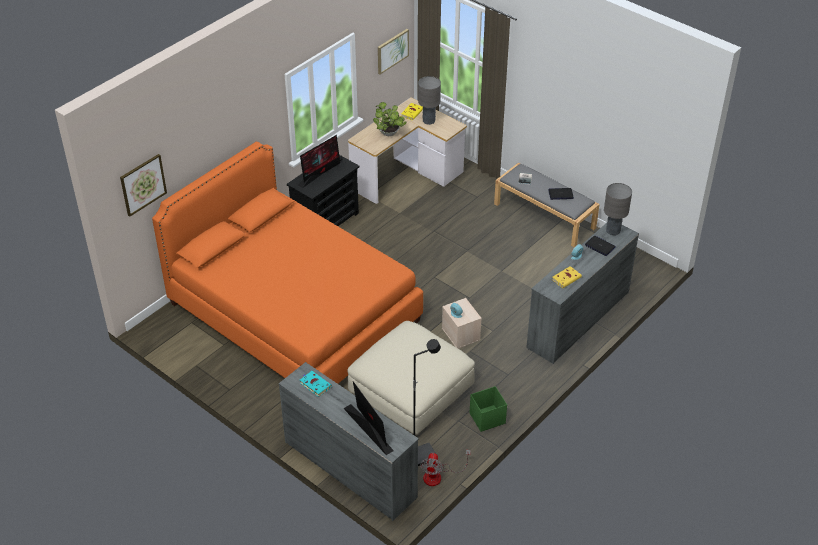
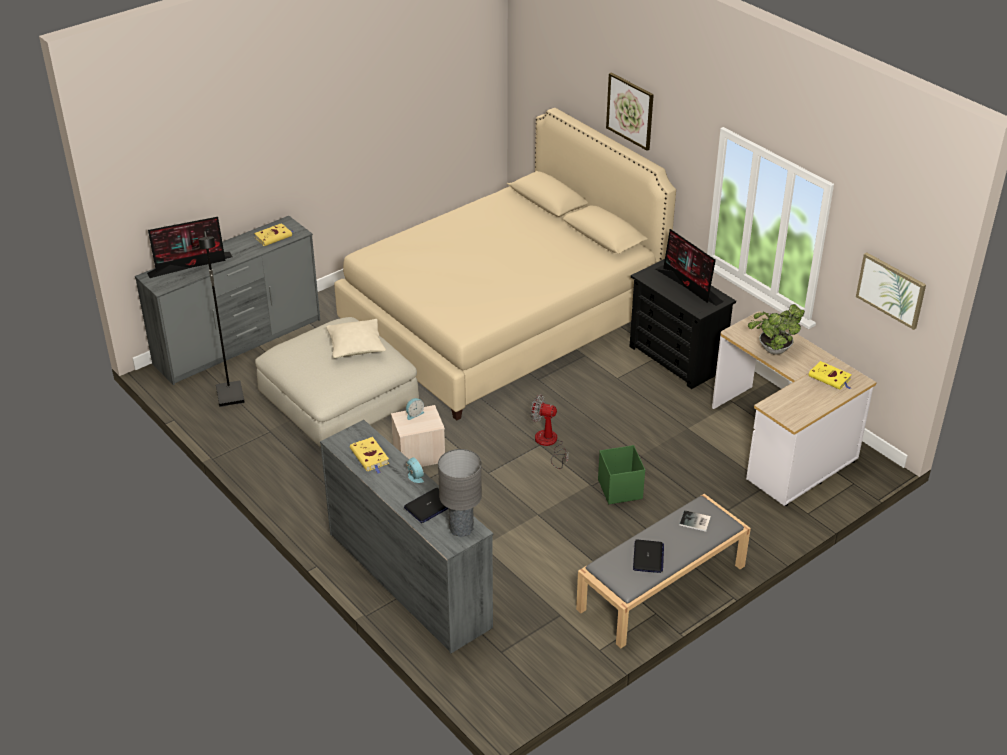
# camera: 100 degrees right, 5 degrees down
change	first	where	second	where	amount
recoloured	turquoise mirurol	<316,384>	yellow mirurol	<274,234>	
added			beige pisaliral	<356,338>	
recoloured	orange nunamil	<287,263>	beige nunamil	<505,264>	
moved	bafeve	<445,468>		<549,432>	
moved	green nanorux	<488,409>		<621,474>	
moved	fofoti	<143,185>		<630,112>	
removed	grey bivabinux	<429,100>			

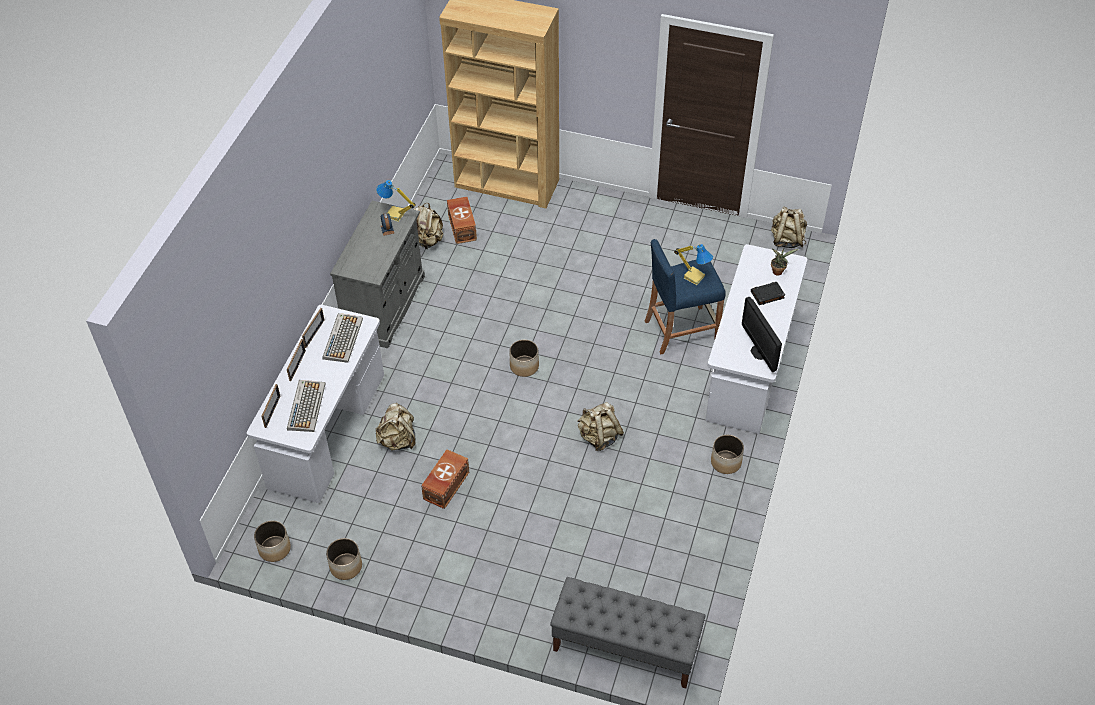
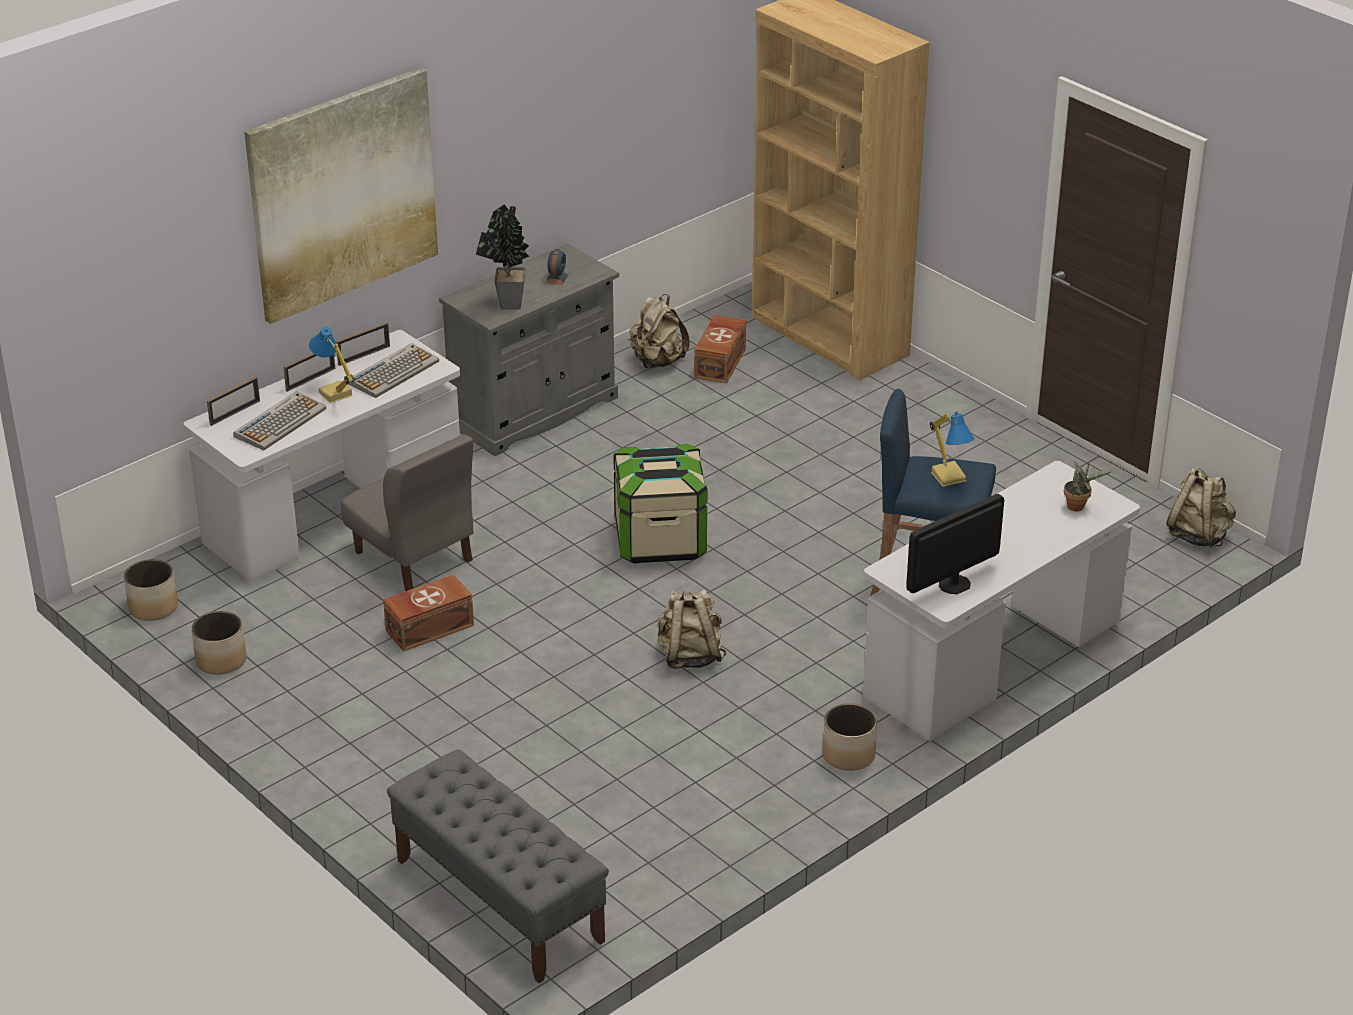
# camera: 30 degrees right, 15 degrees down
change	first	where	second	where	amount
added			fofoti	<341,196>	
moved	bivabinux	<396,201>		<332,365>	
replaced	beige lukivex	<395,427>	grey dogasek	<407,512>	
added			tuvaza	<502,257>	
replaced	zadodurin	<524,358>	nanorux	<660,504>	
turned	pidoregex	<762,334>		<955,544>	45 degrees clockwise
removed	black mirurol	<768,293>			

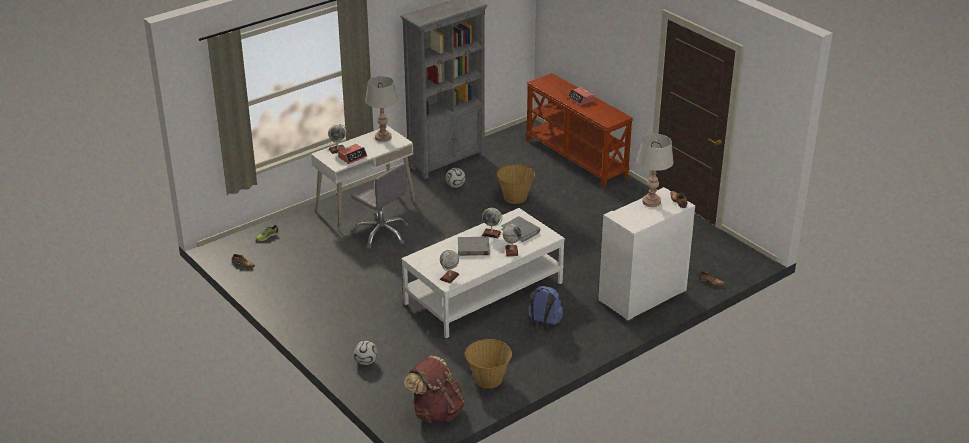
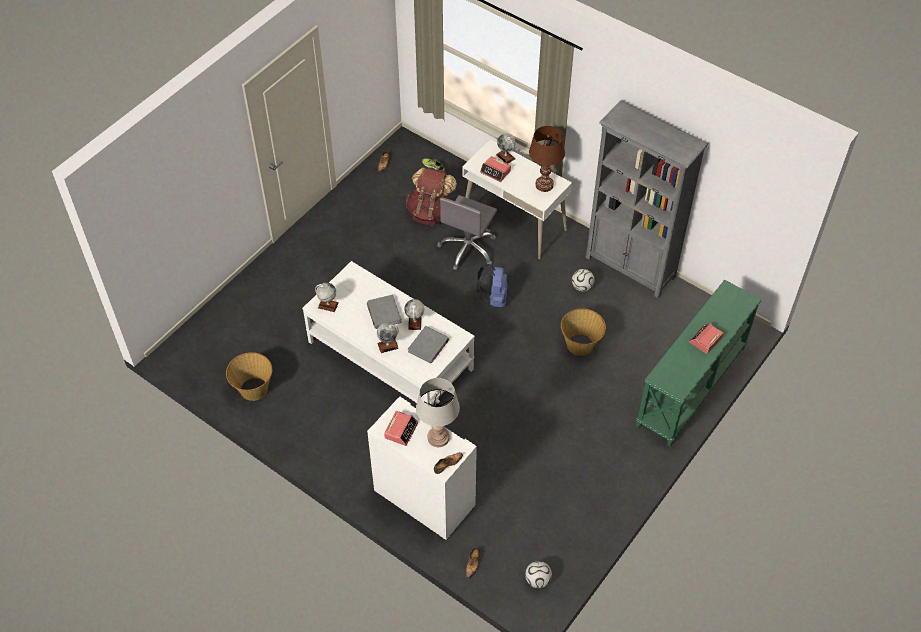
# camera: 75 degrees right, 20 degrees up
change	first	where	second	where	amount
added			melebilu	<401,428>	
moved	brown lukivex	<434,389>		<431,196>	
moved	blue lukivex	<546,308>		<491,285>	
moved	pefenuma	<366,353>		<538,574>	
recoloured	grey bivabinux	<381,109>	brown bivabinux	<547,159>	
recoloured	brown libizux	<579,130>	green libizux	<699,363>	

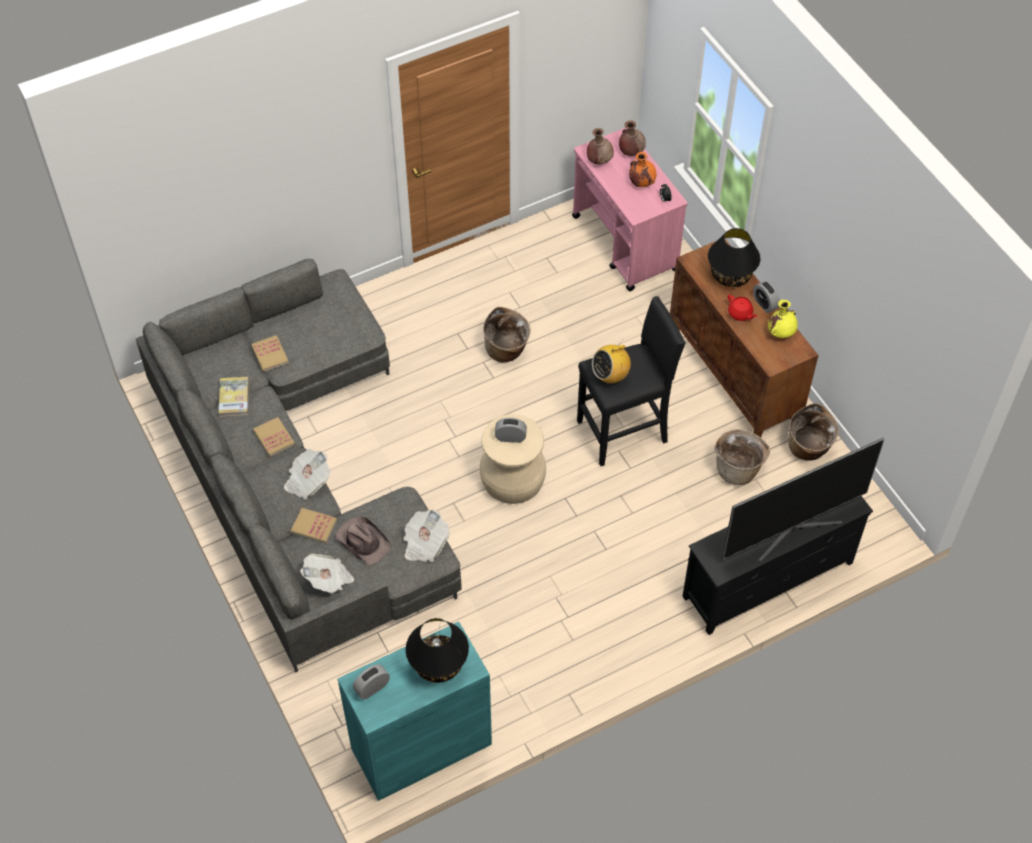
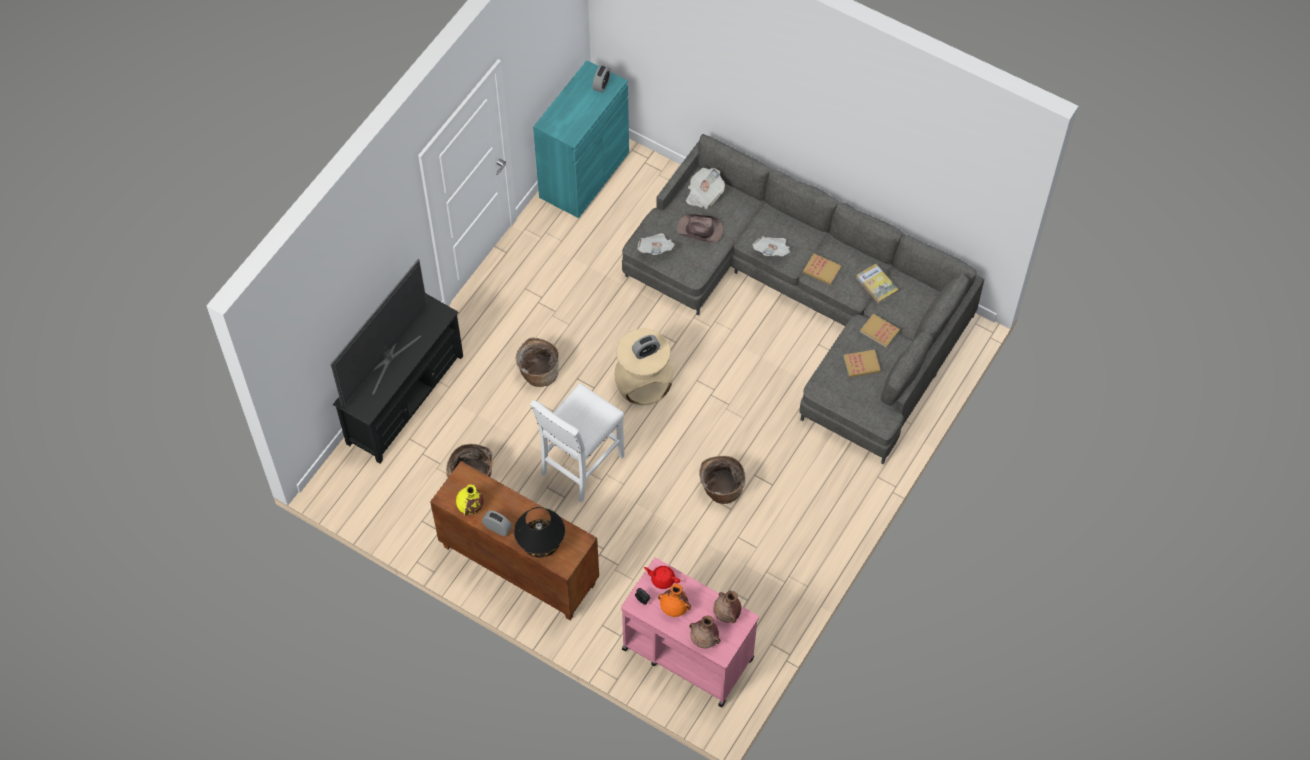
# camera: 150 degrees right, 5 degrees up
change	first	where	second	where	amount
moved	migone	<813,432>		<537,362>	
recoloured	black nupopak	<631,381>	white nupopak	<577,443>	
moved	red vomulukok	<742,307>		<662,577>	
moved	mirurol	<314,526>		<862,363>	
removed	black bivabinux	<437,650>			
removed	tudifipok	<611,361>			

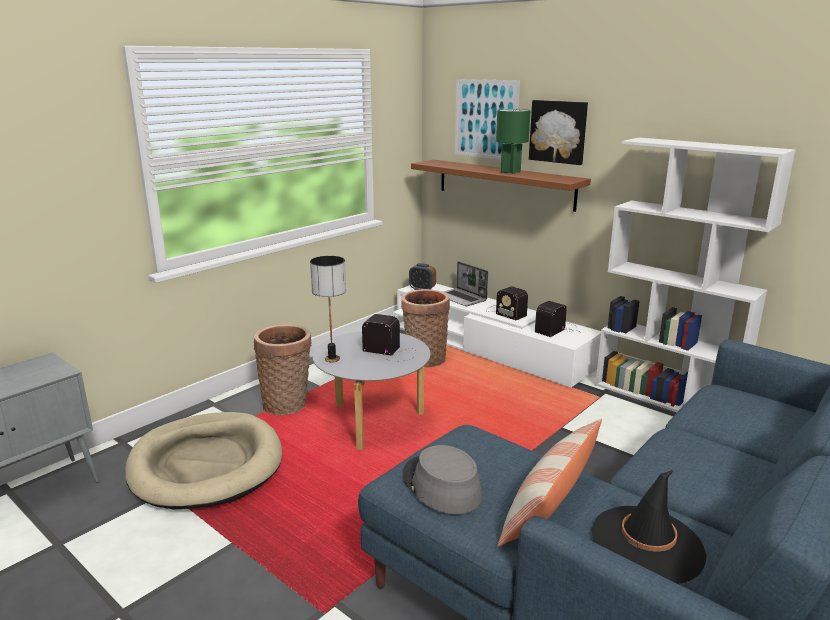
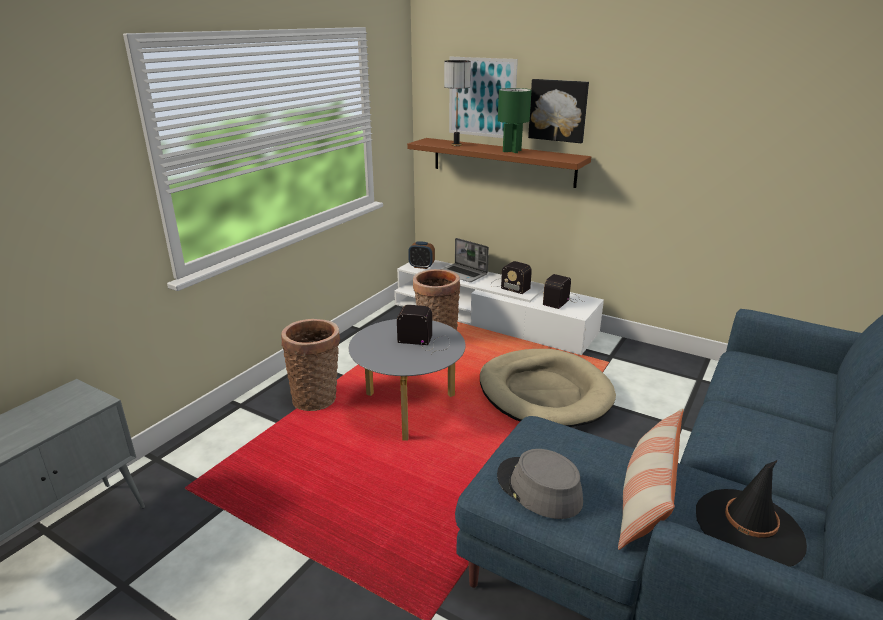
# camera: 10 degrees left, 5 degrees up
change	first	where	second	where	amount
moved	bivabinux	<328,309>		<457,103>	
moved	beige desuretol	<203,461>		<548,388>	
removed	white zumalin	<695,275>			

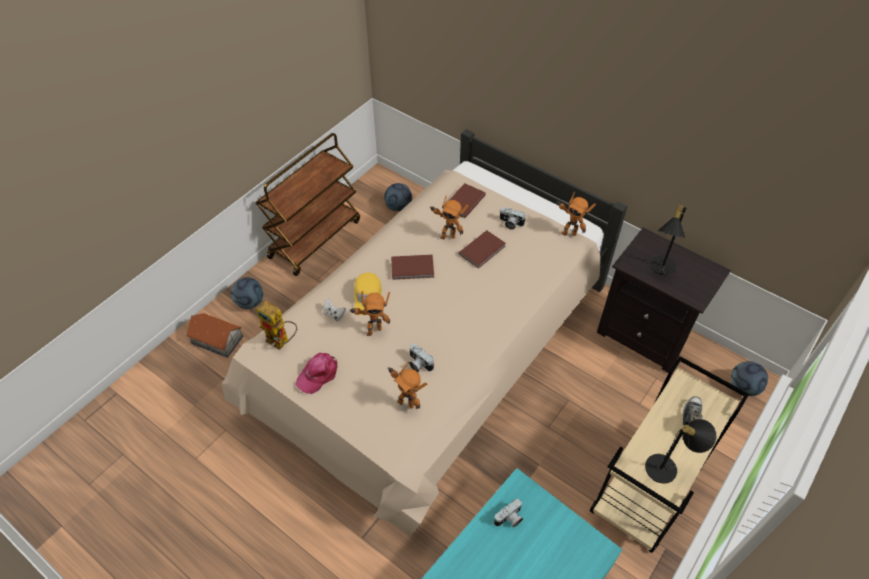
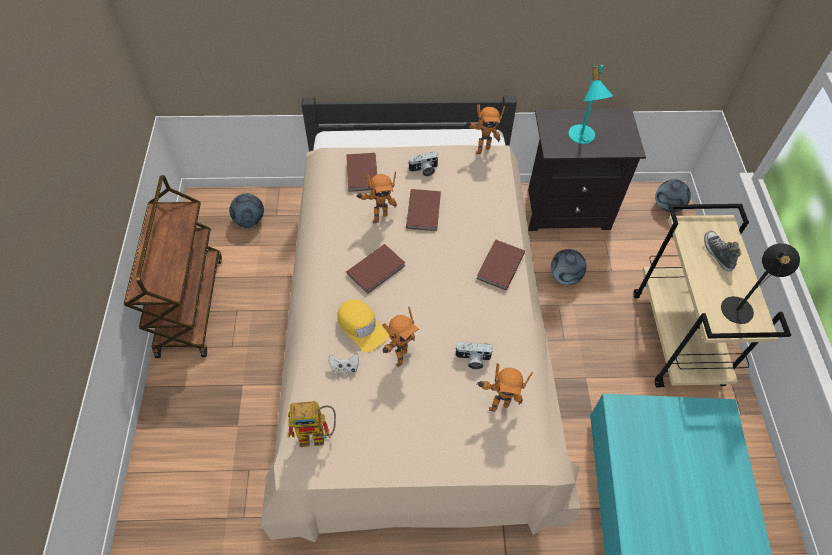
# camera: 40 degrees left, 5 degrees up
change	first	where	second	where	amount
added			brown mirurol	<500,264>	
moved	pefenuma	<247,293>		<568,267>	
recoloured	black bivabinux	<668,239>	turquoise bivabinux	<590,103>	
removed	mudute	<214,335>			
removed	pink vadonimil	<316,373>			
removed	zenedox	<508,513>			

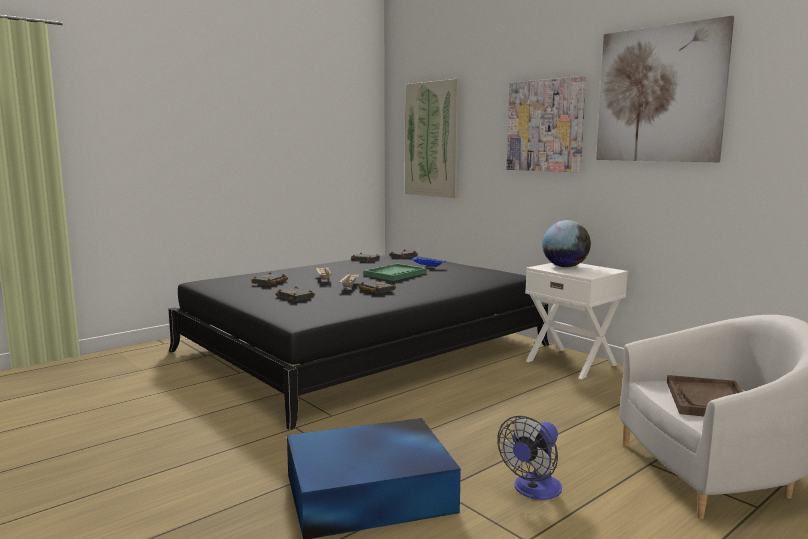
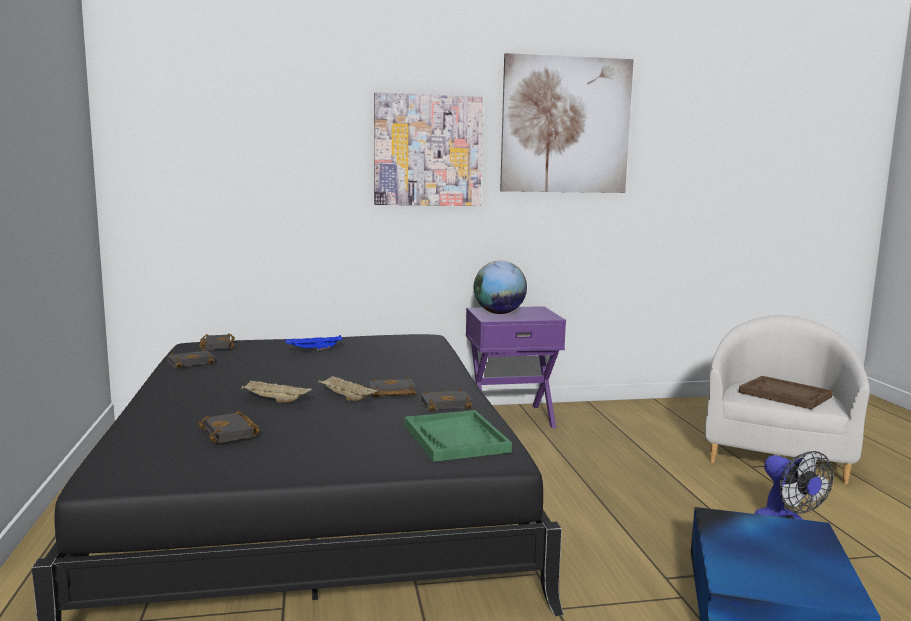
# camera: 60 degrees left, 0 degrees up
change	first	where	second	where	amount
moved	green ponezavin	<395,272>		<458,436>	
moved	black mirurol	<295,294>		<446,400>	
recoloured	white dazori	<576,321>	purple dazori	<516,367>	
removed	fofoti	<433,138>			

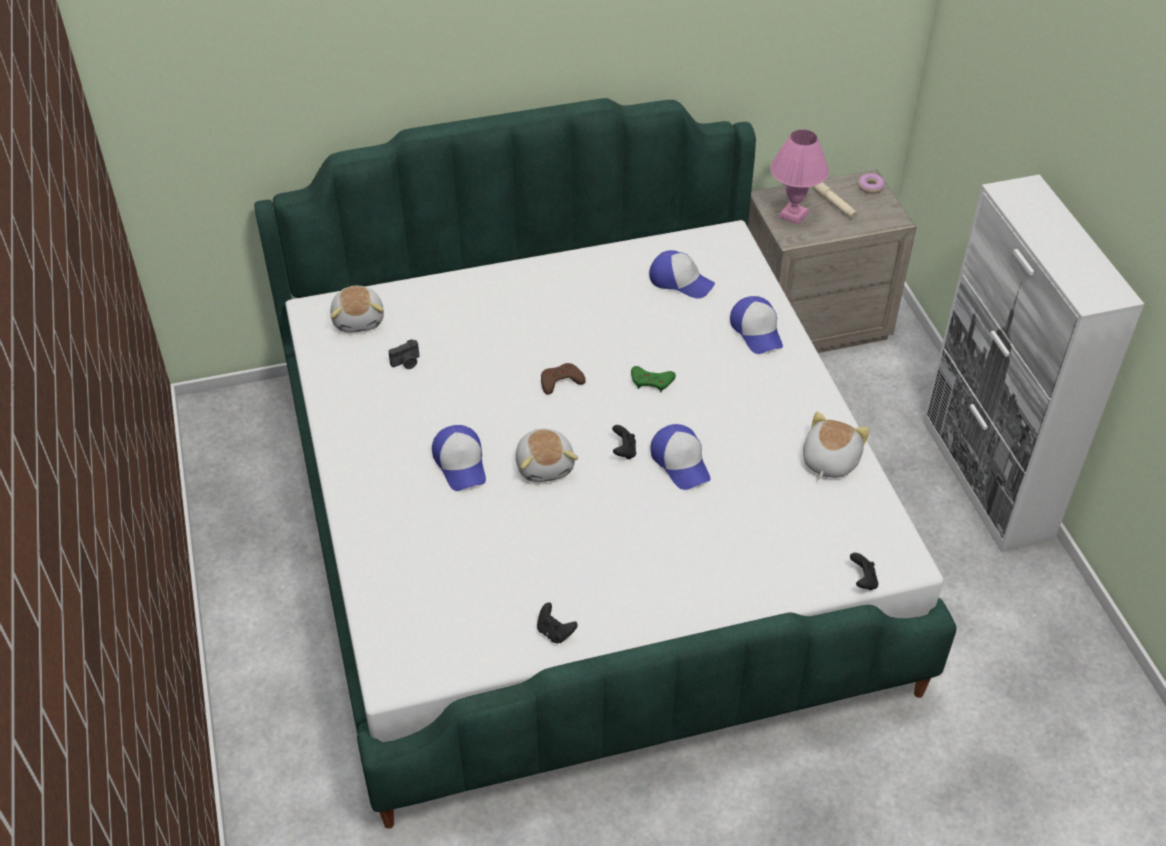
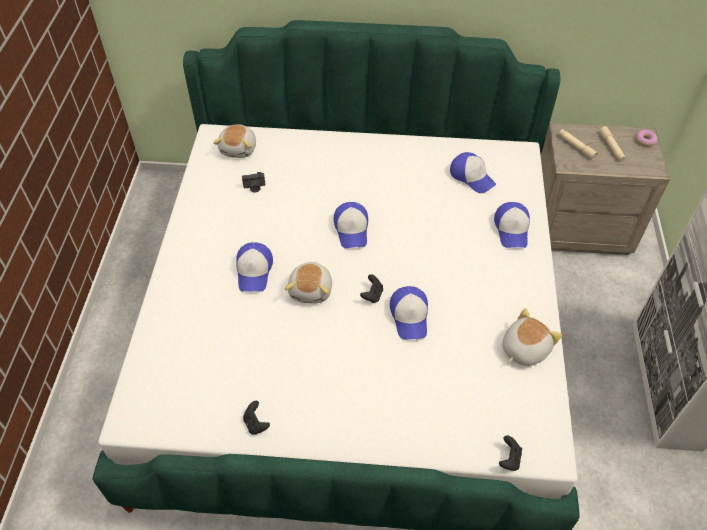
# camera: 20 degrees right, 5 degrees up
change	first	where	second	where	amount
replaced	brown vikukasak	<563,379>	vadonimil	<351,225>	
replaced	pink bivabinux	<799,177>	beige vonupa	<578,144>	
removed	green vikukasak	<653,379>			

